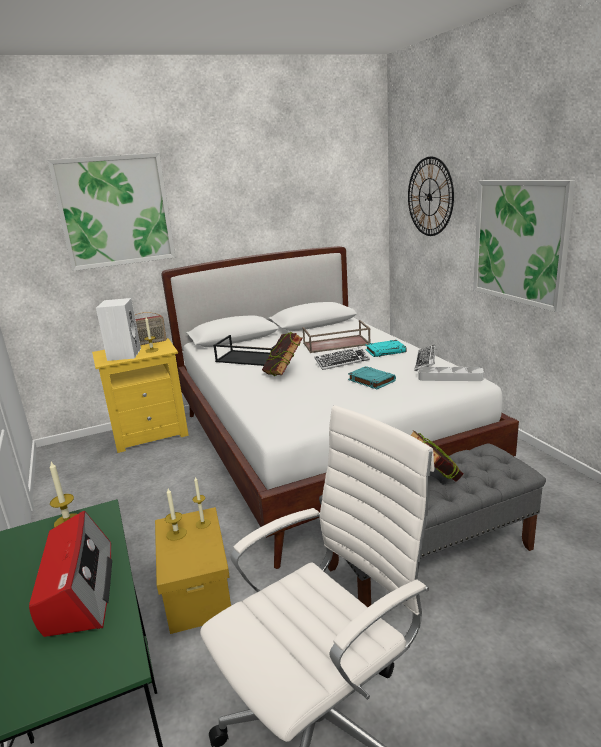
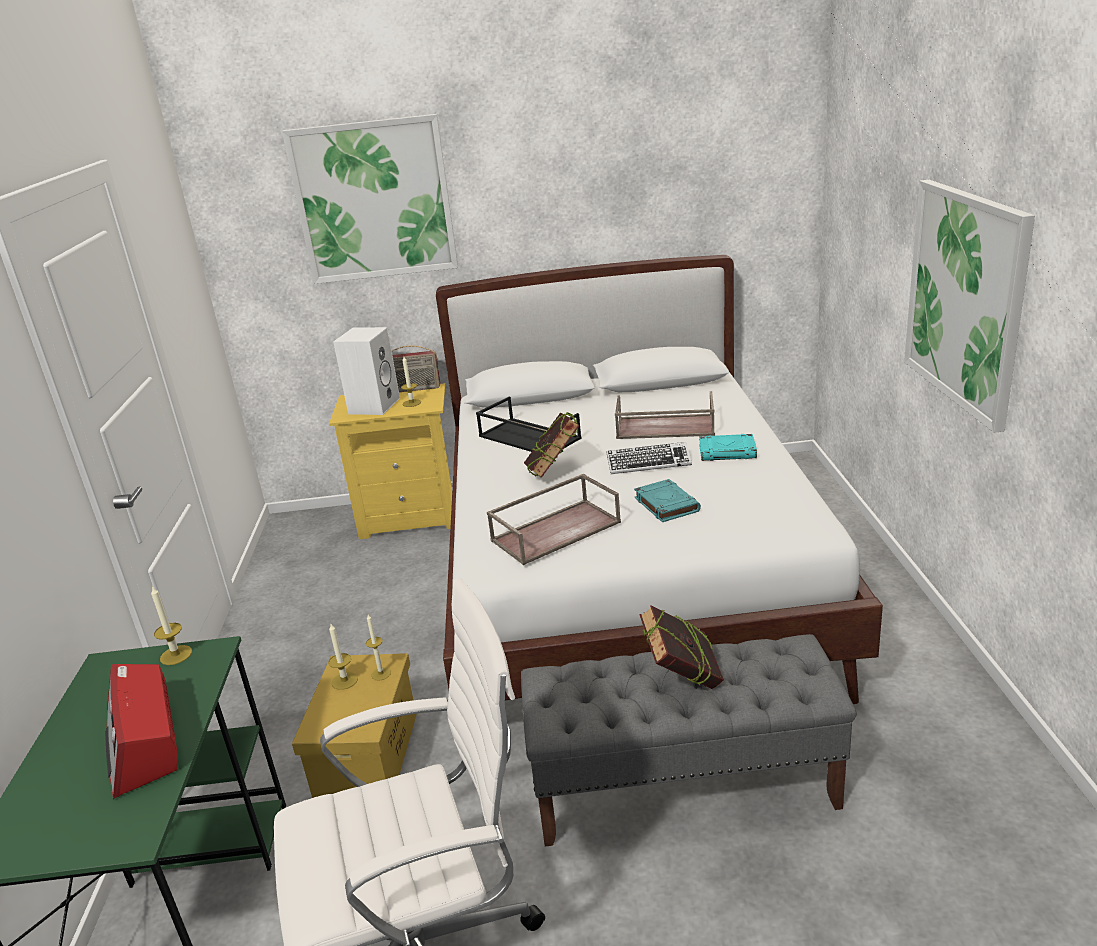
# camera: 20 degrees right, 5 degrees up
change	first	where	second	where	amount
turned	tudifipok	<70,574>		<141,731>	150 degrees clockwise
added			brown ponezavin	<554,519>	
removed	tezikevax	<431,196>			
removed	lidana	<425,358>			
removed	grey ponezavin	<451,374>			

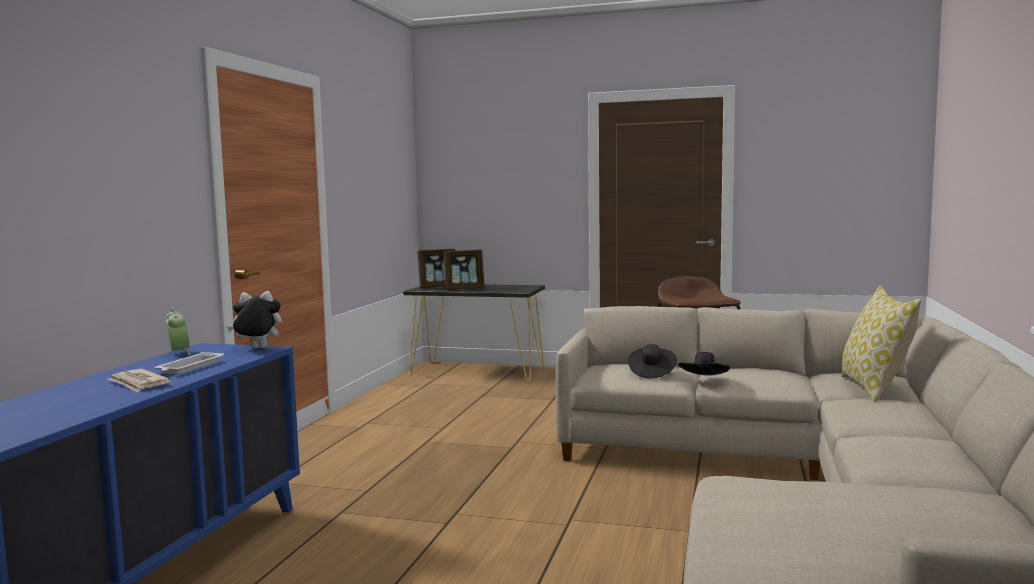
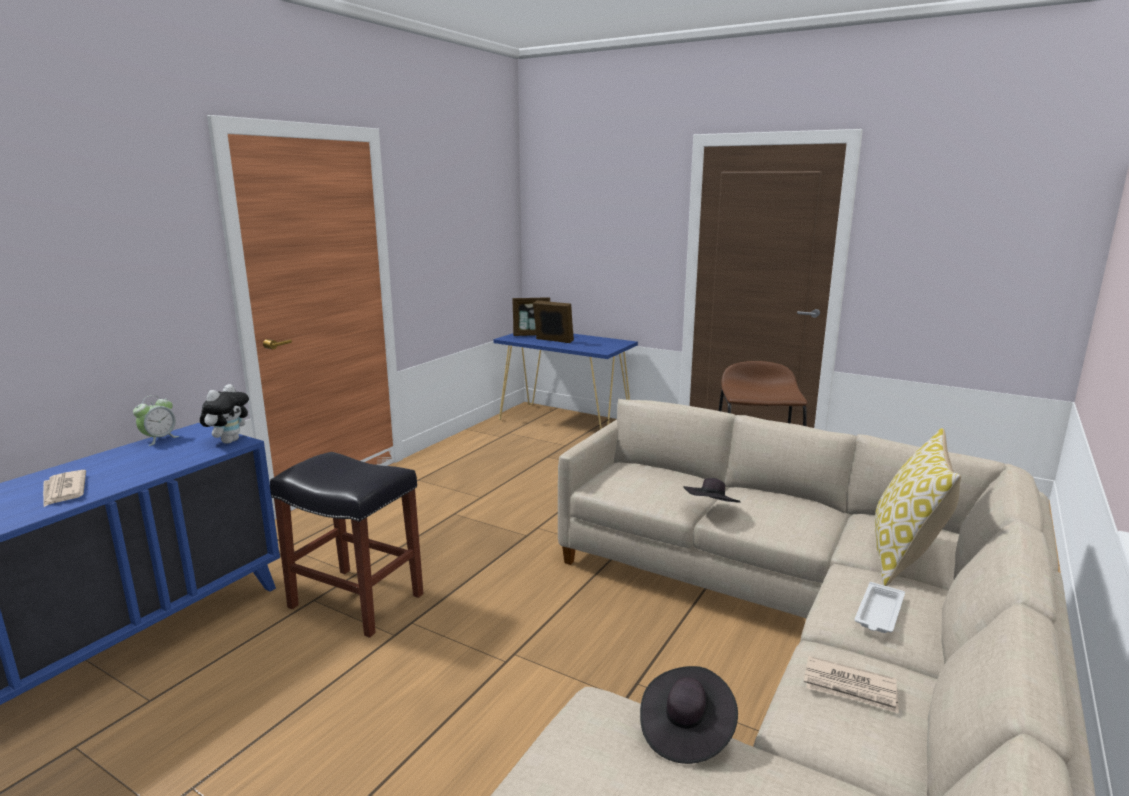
# camera: 15 degrees right, 10 degrees up
change	first	where	second	where	amount
turned	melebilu	<178,331>		<156,420>	45 degrees clockwise
turned	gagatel	<254,320>		<224,414>	105 degrees clockwise
added			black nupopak	<346,545>	
recoloured	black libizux	<474,332>	blue libizux	<565,381>	
turned	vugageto	<464,269>		<553,321>	150 degrees counterclockwise
moved	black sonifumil	<652,361>		<689,715>	
added			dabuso	<851,685>	
moved	white ponezavin	<189,363>		<880,607>	

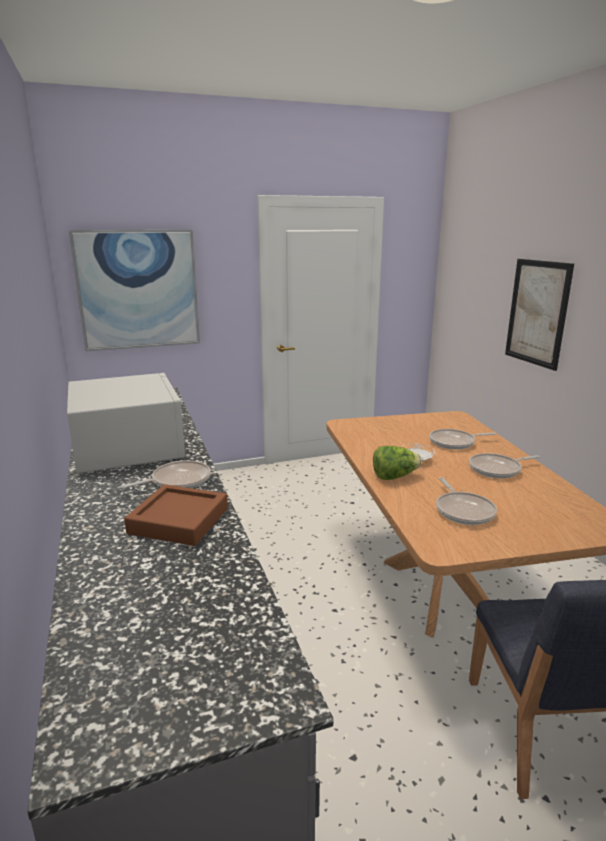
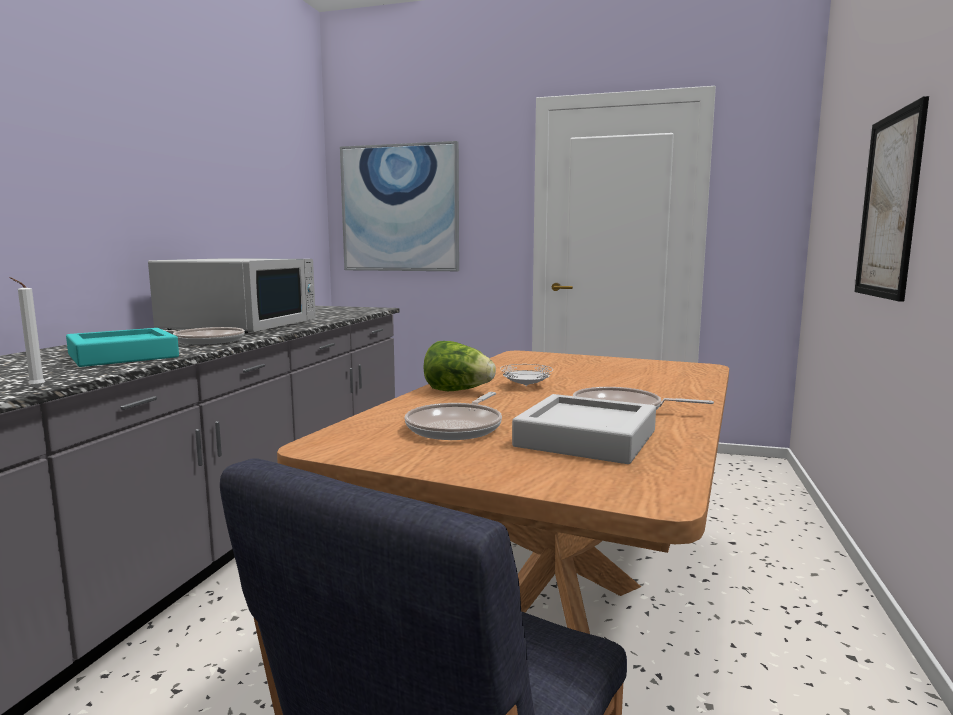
# camera: 35 degrees right, 10 degrees down
change	first	where	second	where	amount
added			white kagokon	<27,332>	
recoloured	brown ponezavin	<176,515>	turquoise ponezavin	<122,347>	
added			grey ponezavin	<584,429>	
removed	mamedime	<462,439>			

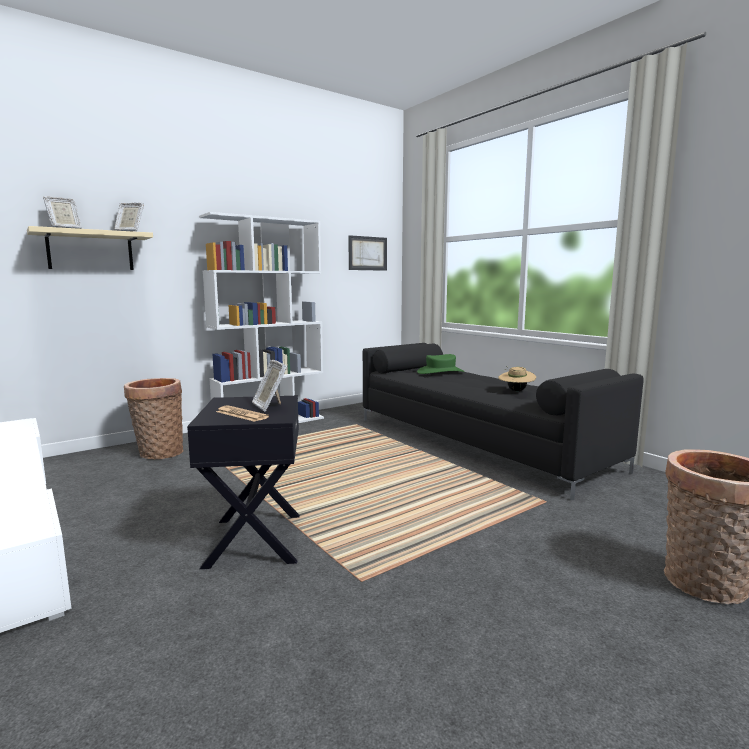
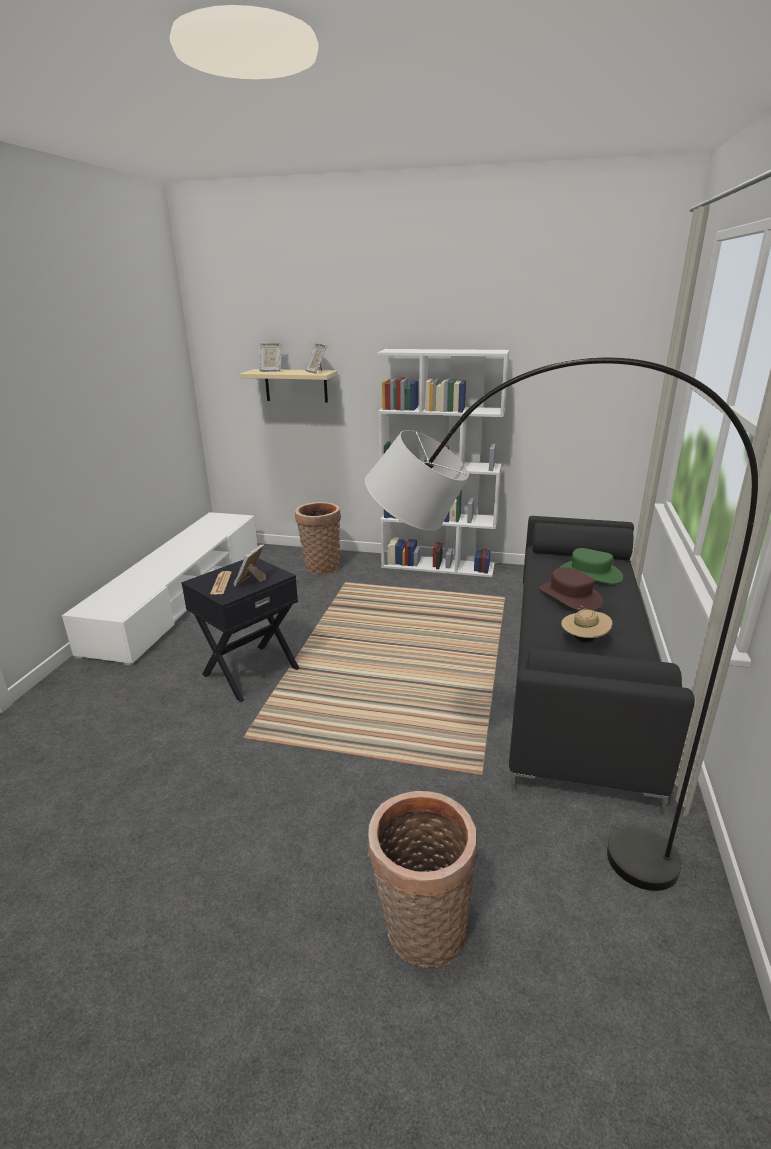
# camera: 50 degrees right, 15 degrees up
change	first	where	second	where	amount
added			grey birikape	<561,624>	
added			brown sonifumil	<571,589>	
removed	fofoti	<367,253>			

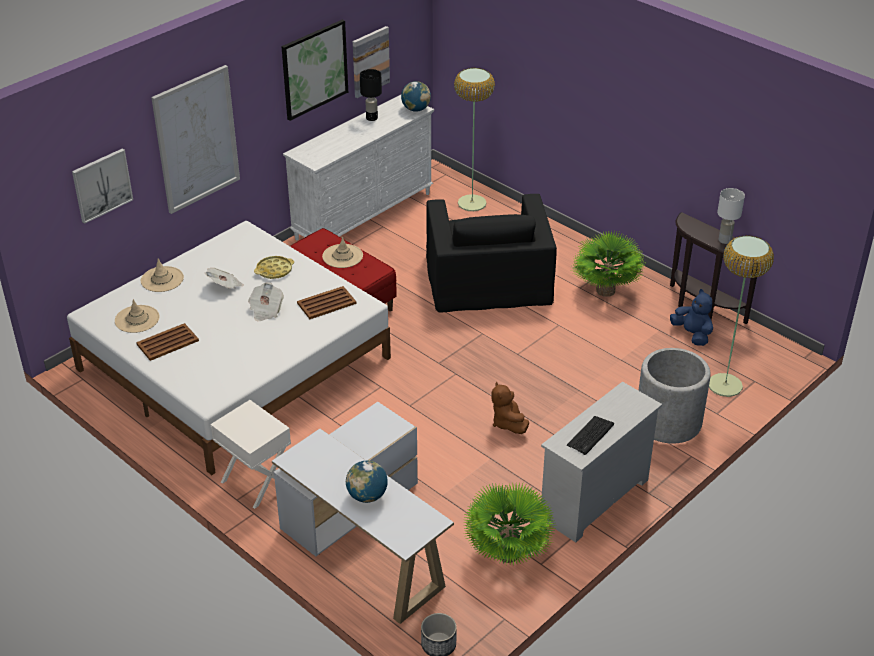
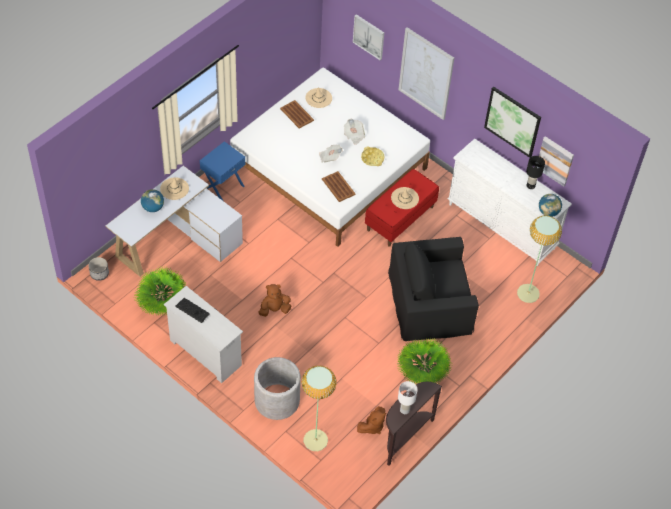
# camera: 85 degrees right, 15 degrees up
change	first	where	second	where	amount
moved	beige sonifumil	<162,275>		<174,188>	
recoloured	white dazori	<250,454>	blue dazori	<223,171>	
recoloured	blue gagatel	<691,317>	brown gagatel	<371,420>	

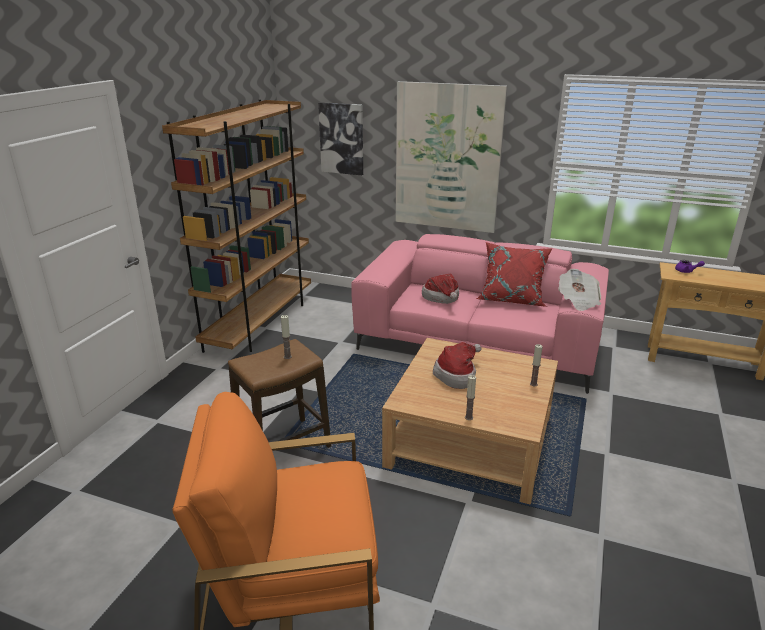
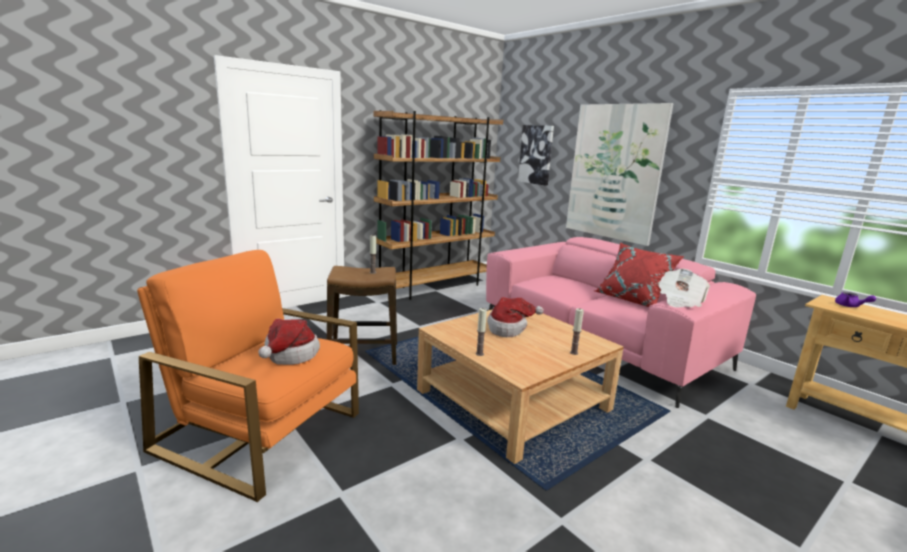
# camera: 30 degrees right, 10 degrees down
change	first	where	second	where	amount
moved	sonifumil	<440,289>		<289,342>	

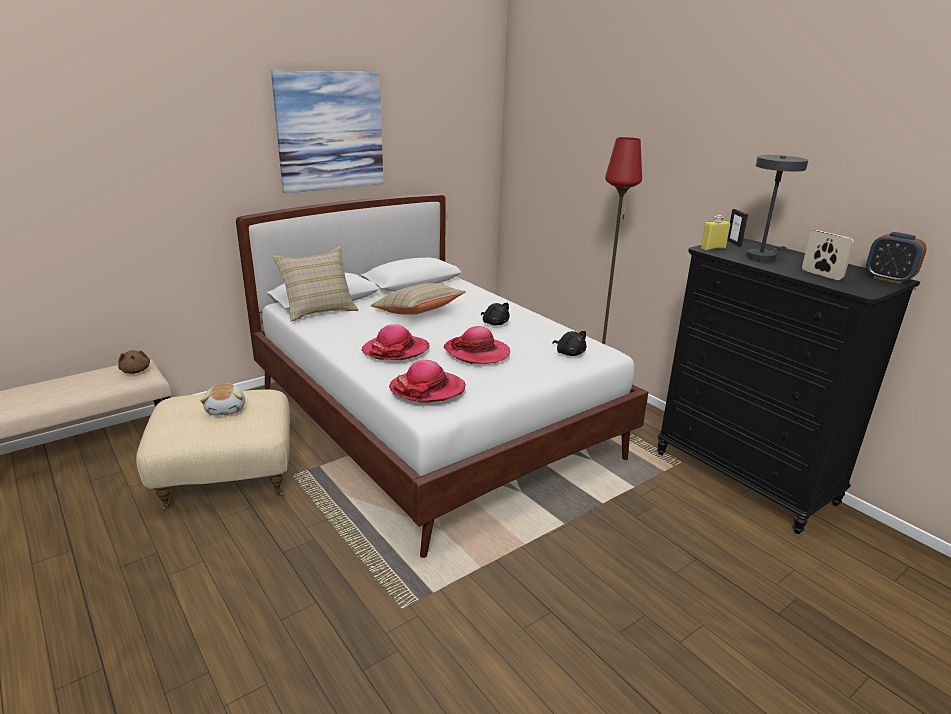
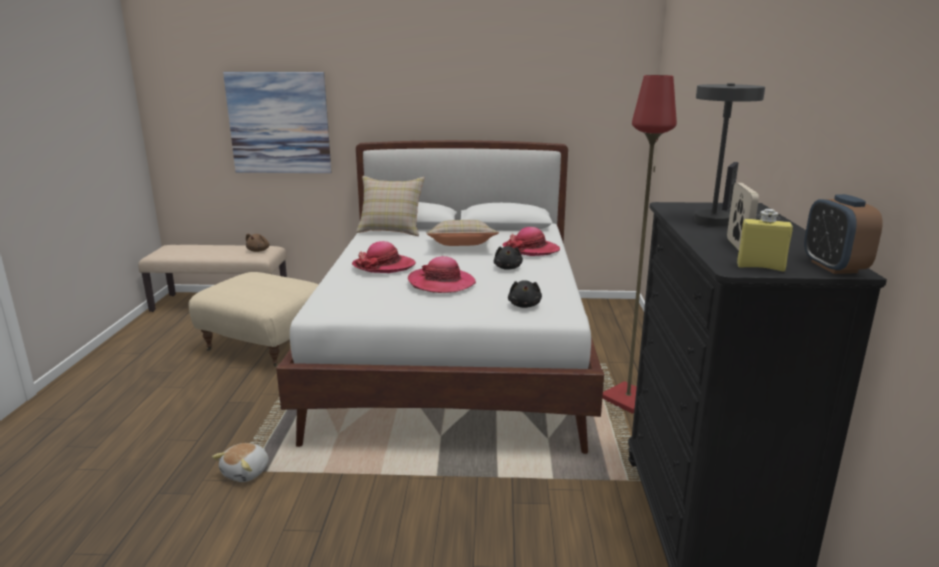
# camera: 40 degrees right, 5 degrees down
change	first	where	second	where	amount
moved	gagatel	<222,399>		<240,462>	
moved	fofoti	<327,132>		<277,122>	
moved	sonifumil	<427,381>		<531,241>	
moved	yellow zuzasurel	<715,232>		<765,240>	

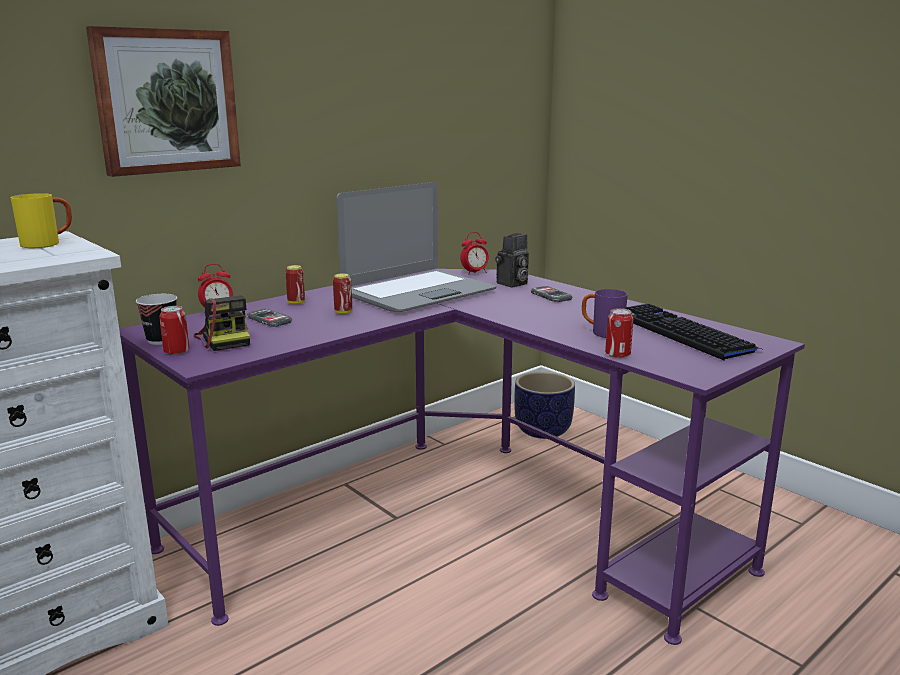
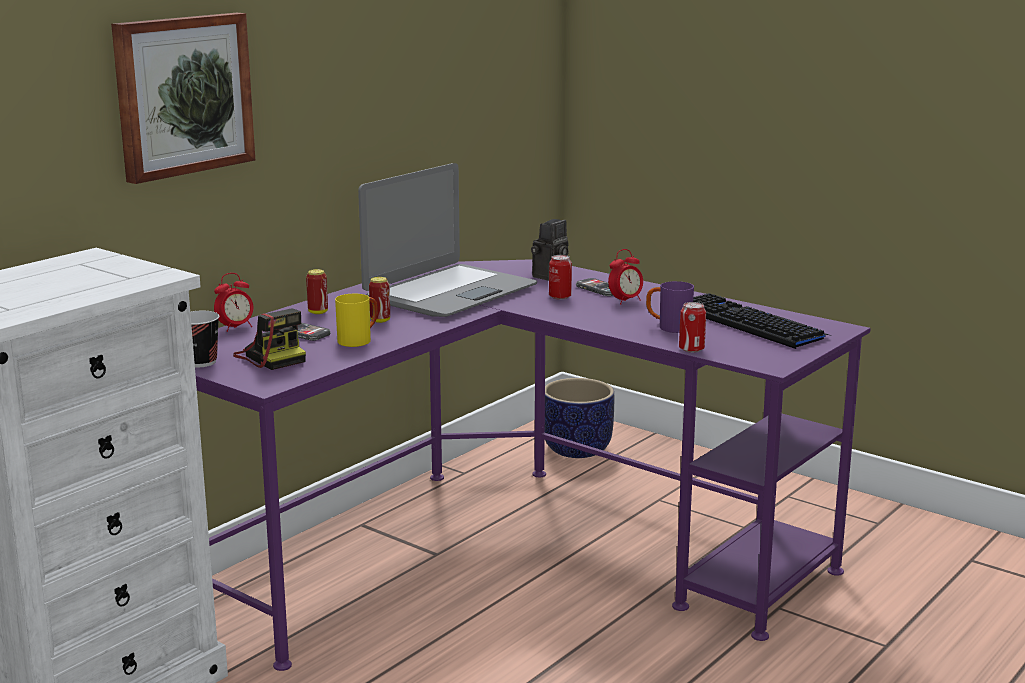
# camera: 10 degrees left, 0 degrees up
change	first	where	second	where	amount
moved	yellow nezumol	<41,220>		<356,320>	
moved	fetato	<174,330>		<560,277>	
moved	melebilu	<474,253>		<625,276>	

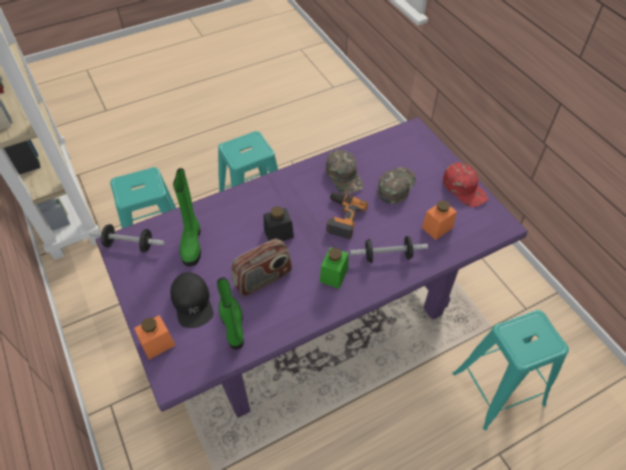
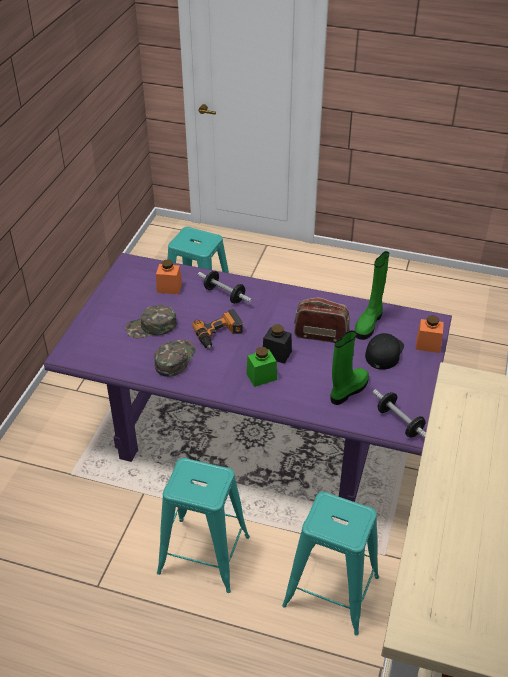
# camera: 135 degrees left, 10 degrees down
change	first	where	second	where	amount
moved	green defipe	<334,268>		<261,367>	
removed	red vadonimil	<465,185>			

